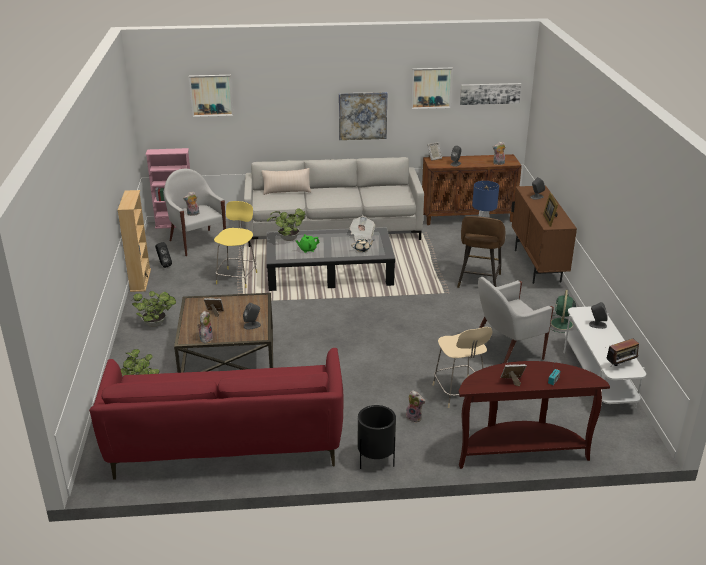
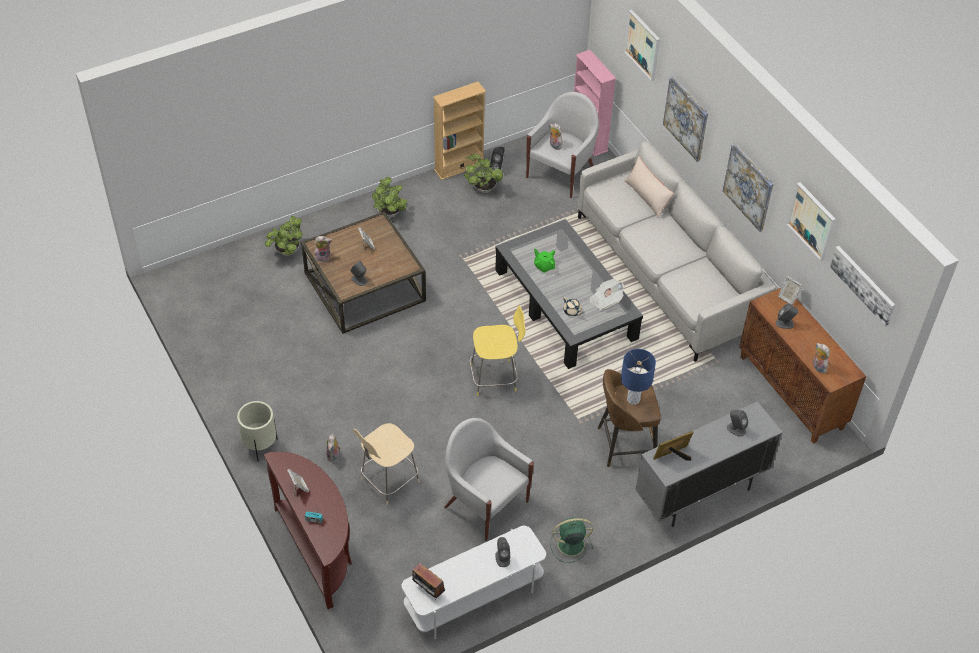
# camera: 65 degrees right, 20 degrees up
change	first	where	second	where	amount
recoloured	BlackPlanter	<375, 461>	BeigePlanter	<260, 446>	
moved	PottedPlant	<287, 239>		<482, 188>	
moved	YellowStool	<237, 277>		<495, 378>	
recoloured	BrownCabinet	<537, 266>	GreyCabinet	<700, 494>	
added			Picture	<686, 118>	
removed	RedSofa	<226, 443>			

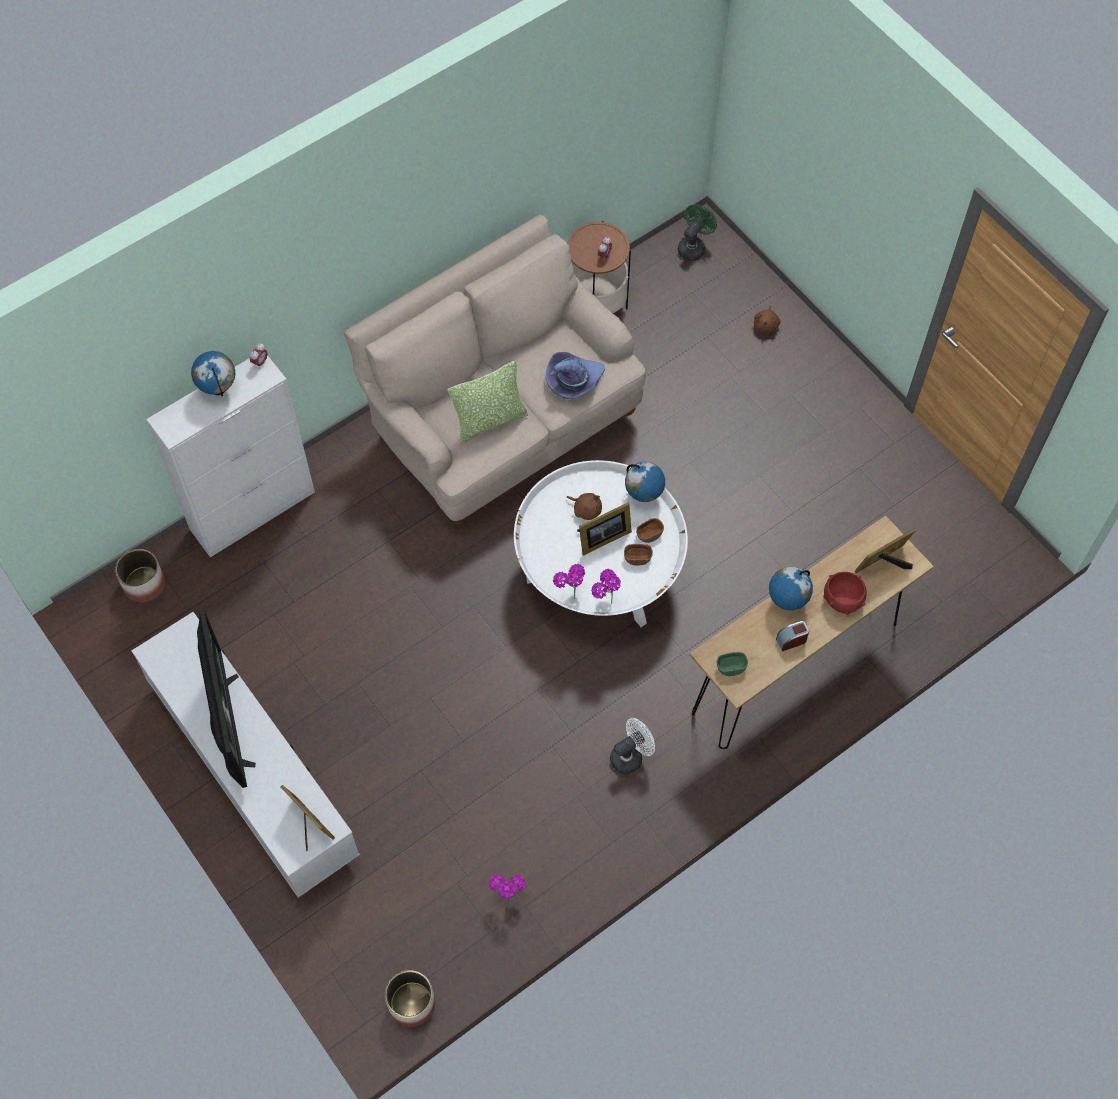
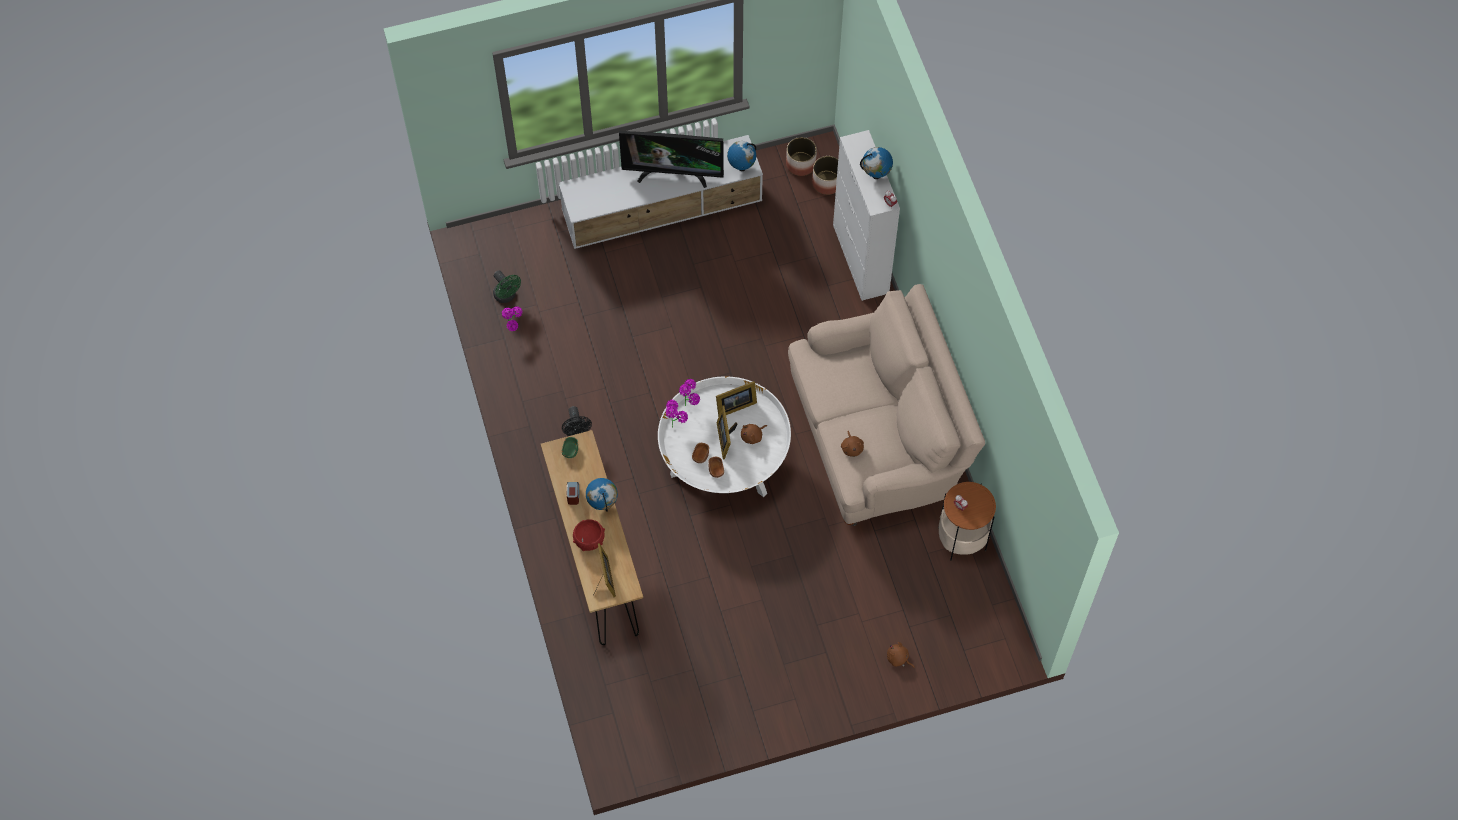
# camera: 110 degrees right, 0 degrees up
change	first	where	second	where	amount
moved	GreenFan	<693, 246>		<507, 296>	
recoloured	WhiteFan	<630, 756>	BlackFan	<577, 433>	
moved	PictureFrame	<309, 824>		<734, 406>	
moved	Globe	<643, 496>		<741, 167>	
moved	Planter	<411, 1004>		<800, 164>	
replaced	PurpleHat	<573, 380>	BrownPlushToy	<852, 448>	
removed	Pillow	<489, 421>			

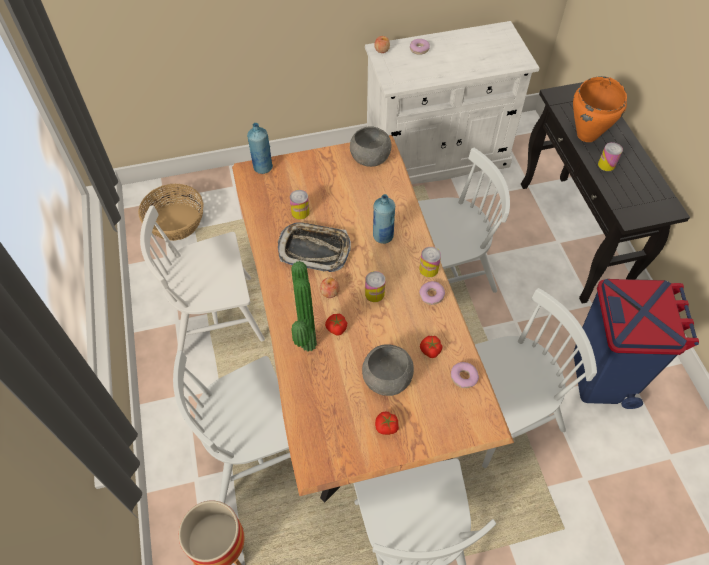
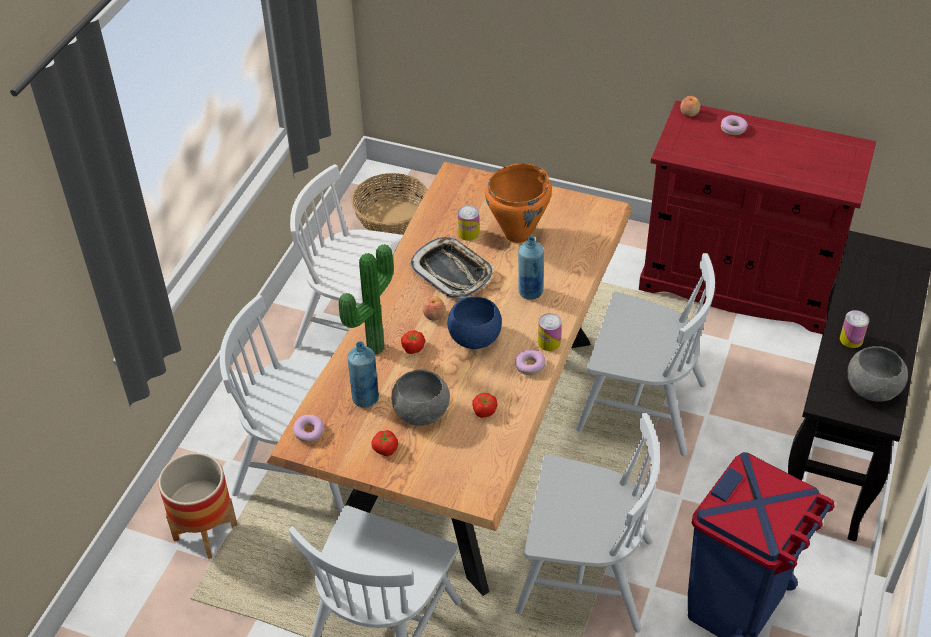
# camera: 35 degrees right, 10 degrees down
change	first	where	second	where	amount
moved	Donut	<463, 377>		<309, 432>	
moved	BlueBottle	<263, 167>		<365, 398>	
replaced	Can	<374, 294>	BlueBowl	<475, 337>	
moved	OrangeCookingPot	<587, 135>		<518, 234>	
recoloured	WhiteCabinet	<436, 157>	RedCabinet	<739, 282>	
moved	GreyBowl	<370, 158>		<873, 389>	

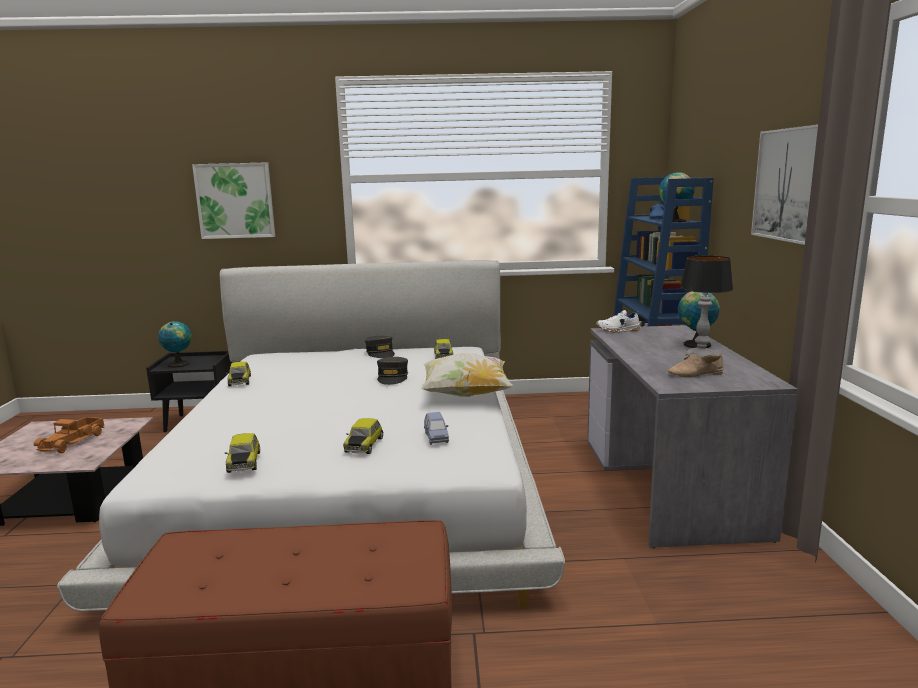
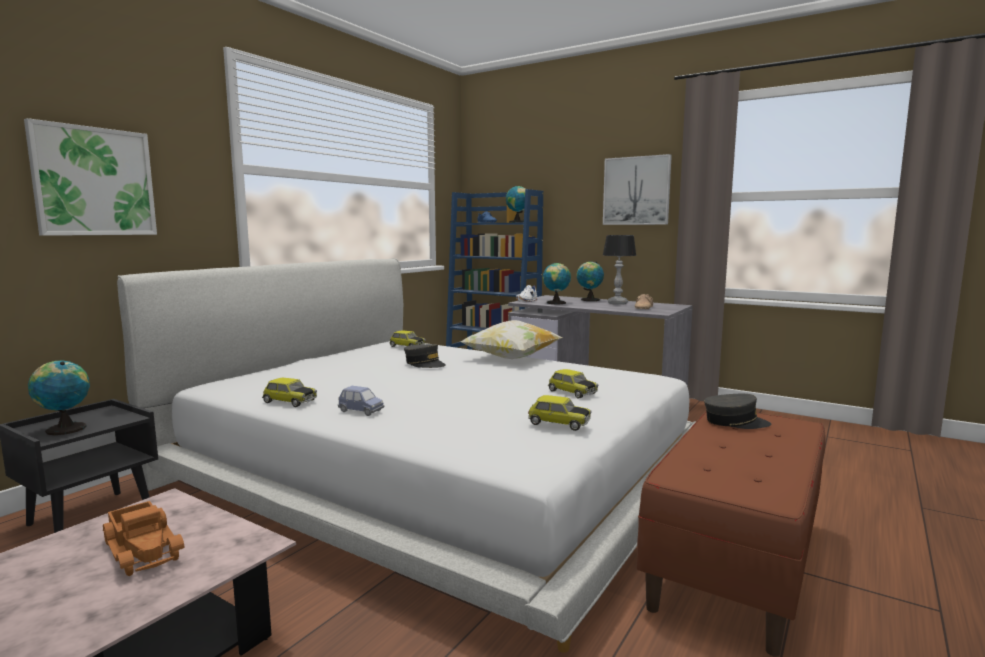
# camera: 55 degrees left, 5 degrees down
change	first	where	second	where	amount
moved	BlueToyCar	<436, 438>		<361, 411>	
added			Globe	<556, 303>	
moved	GreyCap	<380, 353>		<735, 422>	

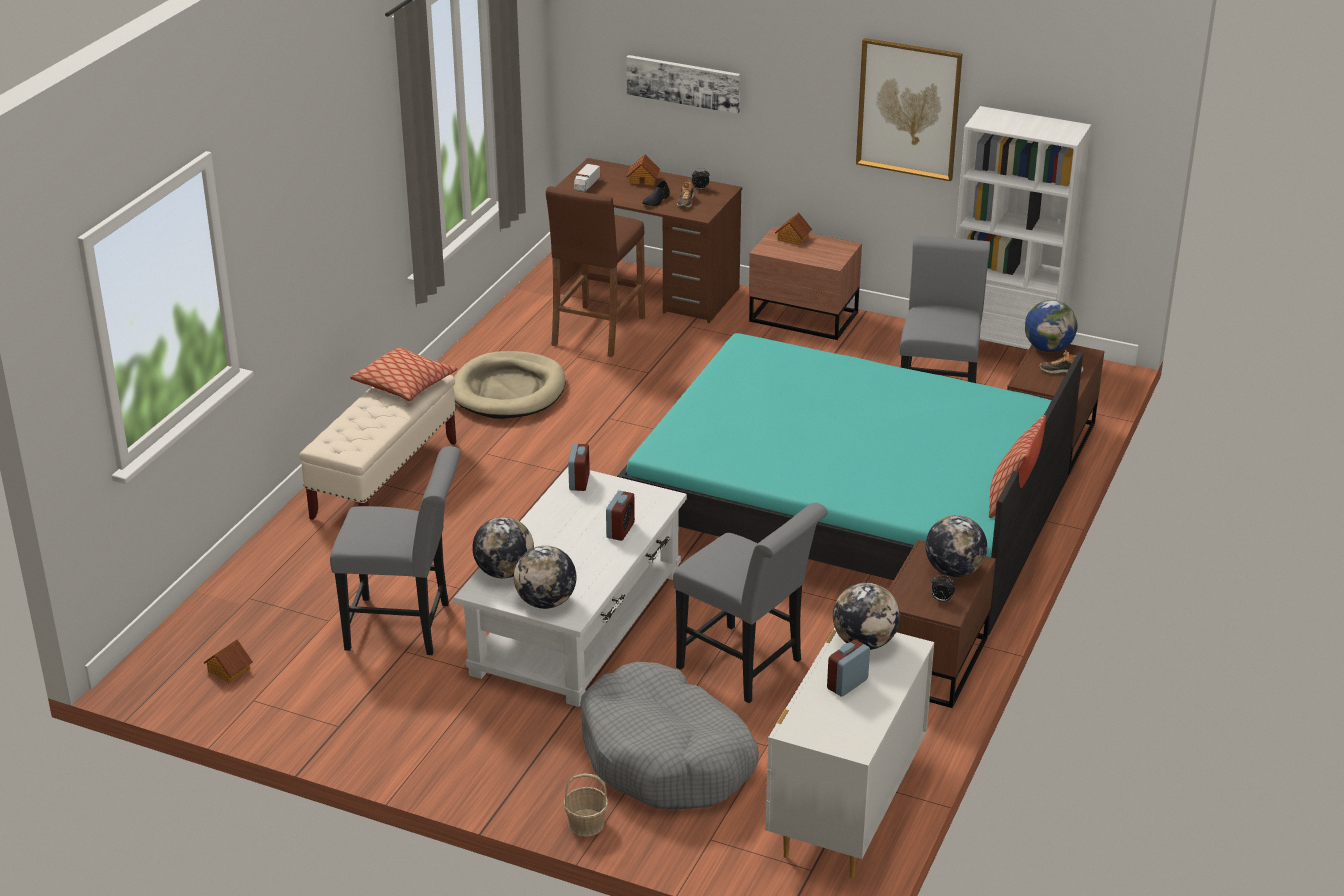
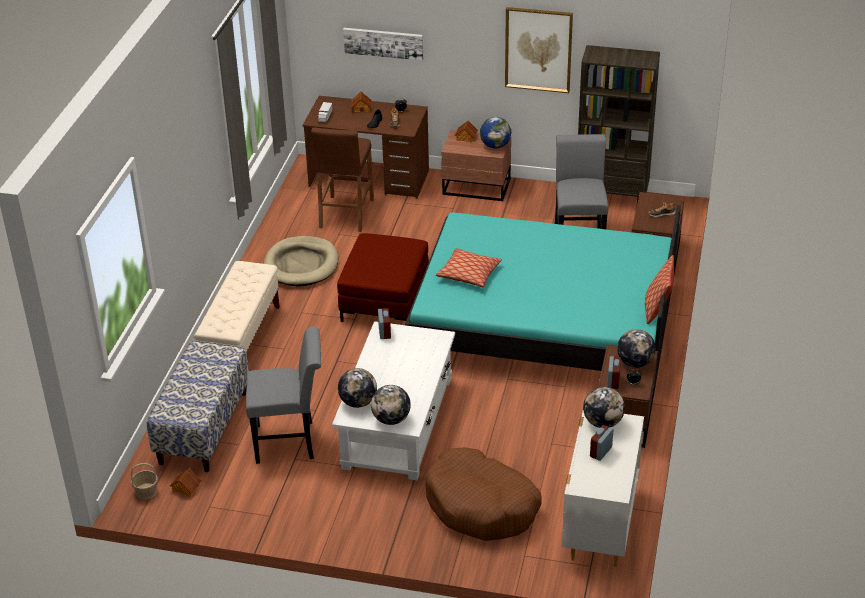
# camera: 10 degrees left, 5 degrees up
change	first	where	second	where	amount
moved	Basket	<586, 823>		<146, 491>	
added			Bench	<203, 427>	
added			RedOttoman	<385, 301>	
recoloured	GreyDogBed	<666, 757>	BrownDogBed	<481, 506>	
moved	Pillow	<405, 384>		<469, 274>	
moved	Globe	<1048, 348>		<495, 146>	
recoloured	WhiteBookcase	<1006, 354>	BrownBookcase	<612, 198>	
moved	AlarmClock	<620, 530>		<613, 381>	
removed	GreyChair	<746, 667>			

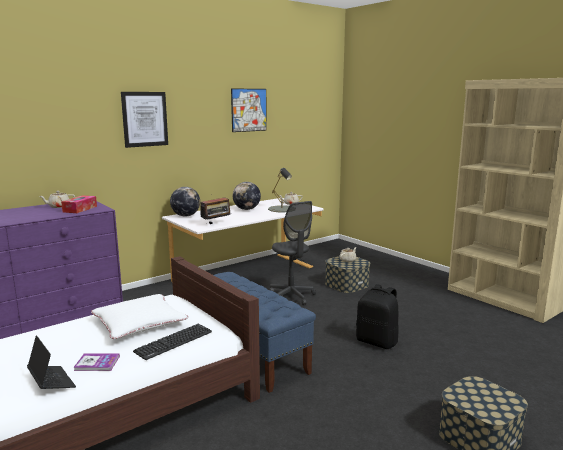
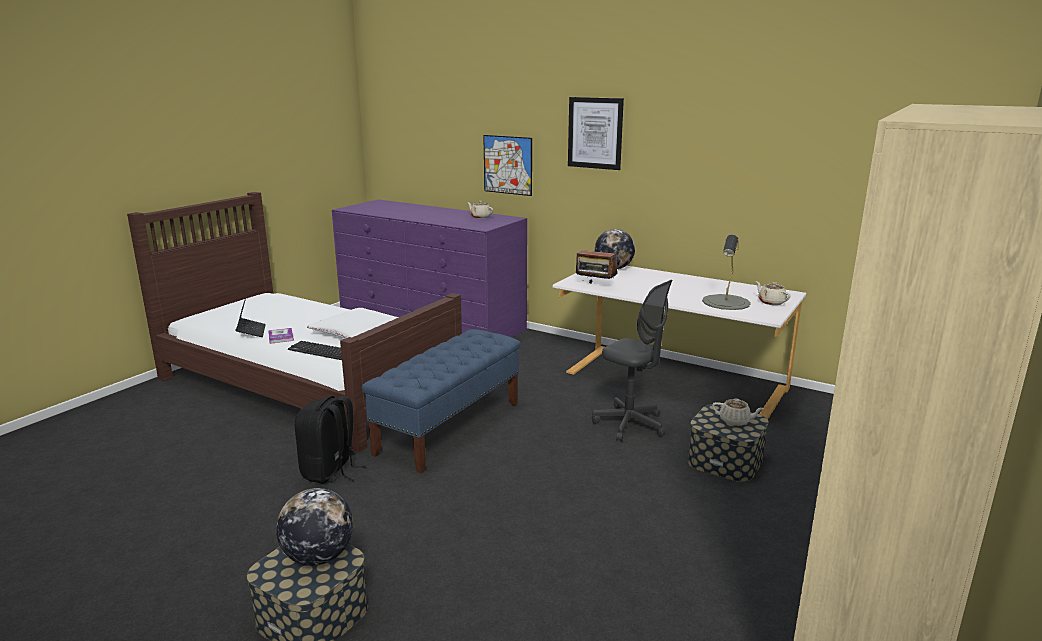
# camera: 70 degrees right, 5 degrees up
change	first	where	second	where	amount
turned	Laptop	<51, 382>		<251, 331>	45 degrees counterclockwise
moved	Globe	<246, 209>		<318, 557>	
moved	BlackBackpack	<377, 342>		<330, 471>	
moved	Picture	<249, 110>		<507, 165>	
turned	GreyOfficeChair	<291, 296>		<630, 424>	90 degrees counterclockwise
removed	TissueBox	<80, 209>			

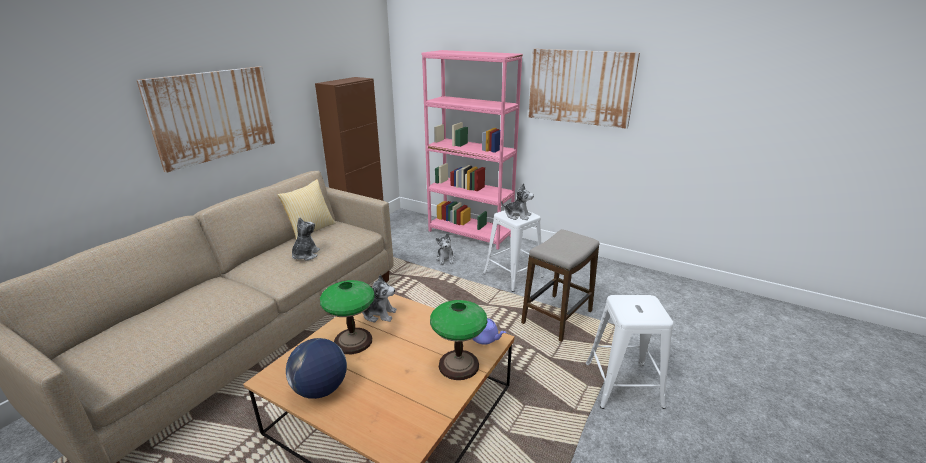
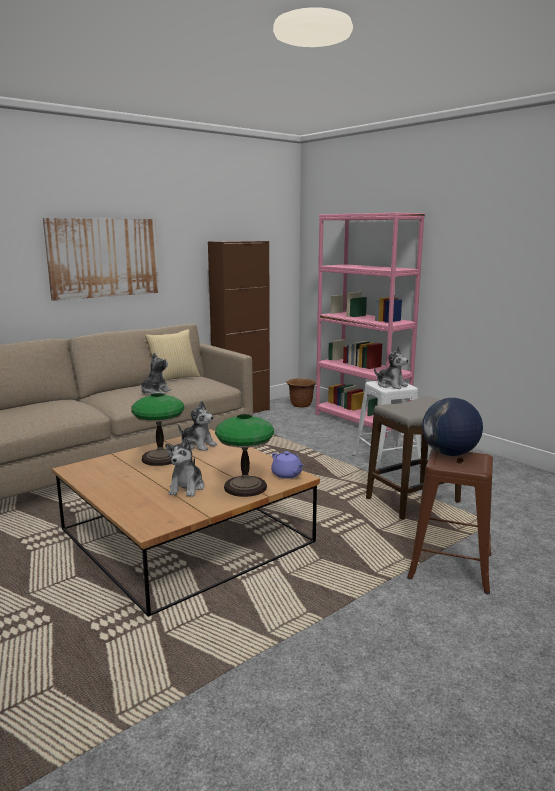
# camera: 20 degrees right, 10 degrees down
change	first	where	second	where	amount
moved	PlushToy	<445, 259>		<187, 488>	
added			BrownPlanter	<300, 405>	
recoloured	WhiteStool	<623, 384>	BrownStool	<450, 566>	
moved	Globe	<320, 389>		<449, 454>	
removed	Picture	<580, 87>			

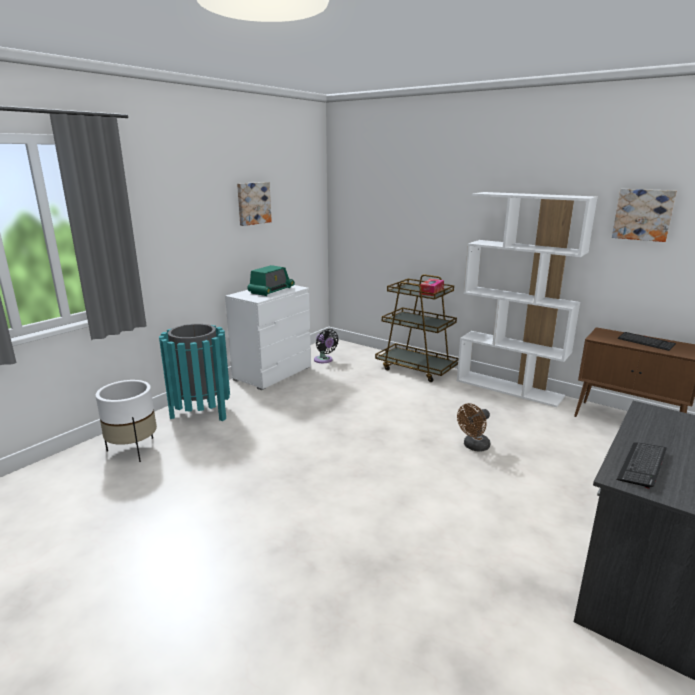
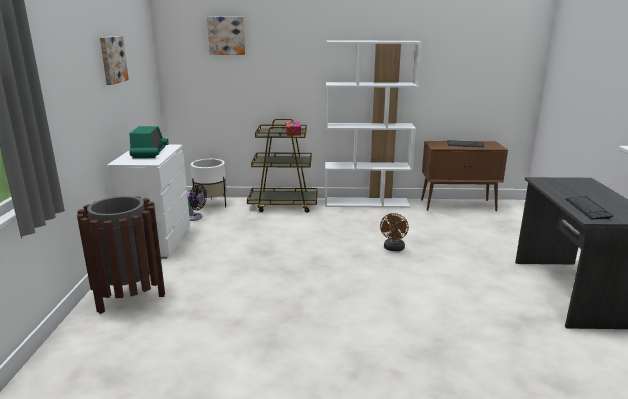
# camera: 35 degrees left, 0 degrees up
change	first	where	second	where	amount
recoloured	TurquoiseTrashCan	<201, 413>	BrownTrashCan	<130, 297>	
moved	WhitePlanter	<133, 450>		<211, 205>	
moved	Picture	<643, 214>		<226, 35>	

